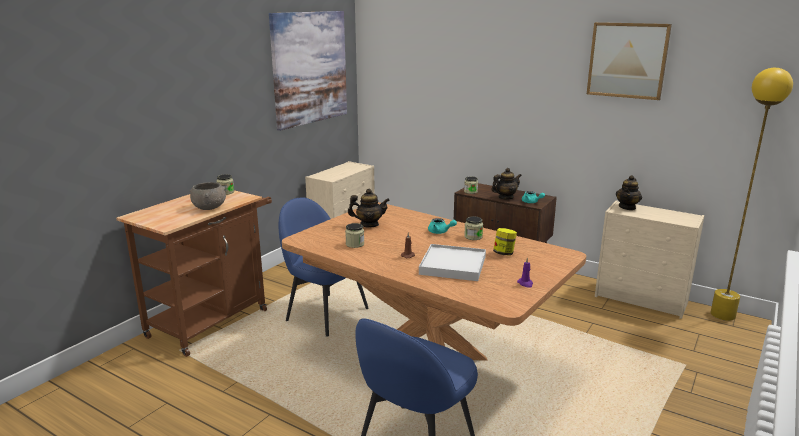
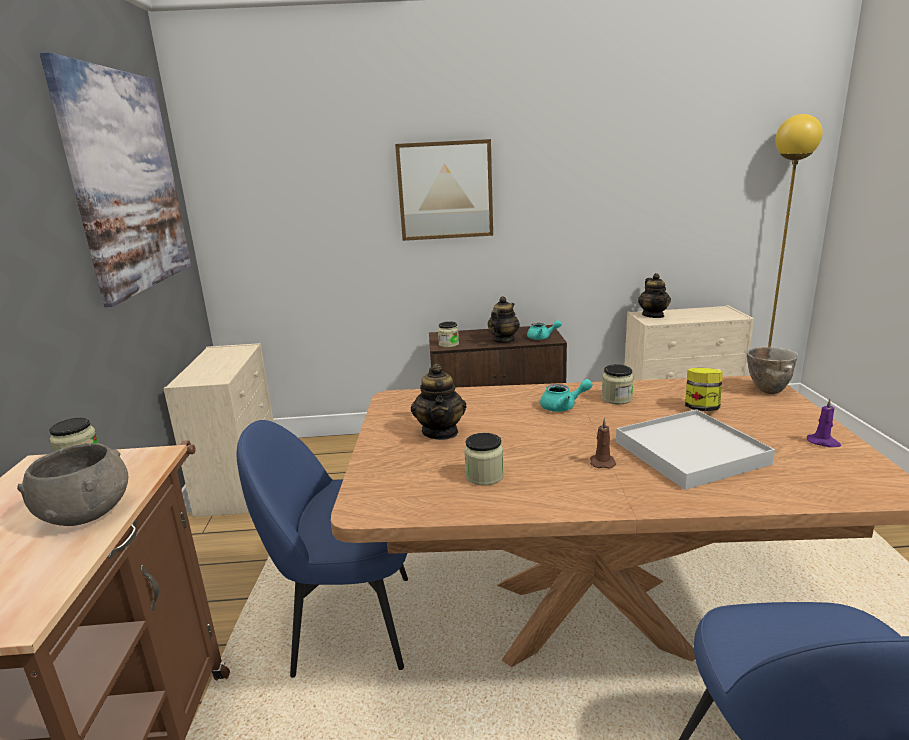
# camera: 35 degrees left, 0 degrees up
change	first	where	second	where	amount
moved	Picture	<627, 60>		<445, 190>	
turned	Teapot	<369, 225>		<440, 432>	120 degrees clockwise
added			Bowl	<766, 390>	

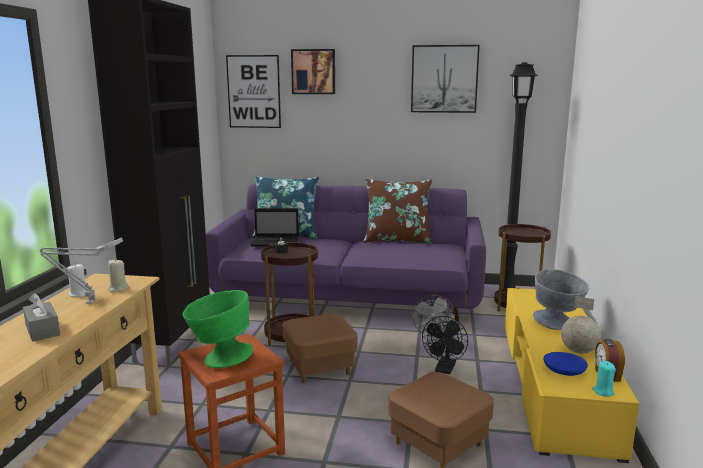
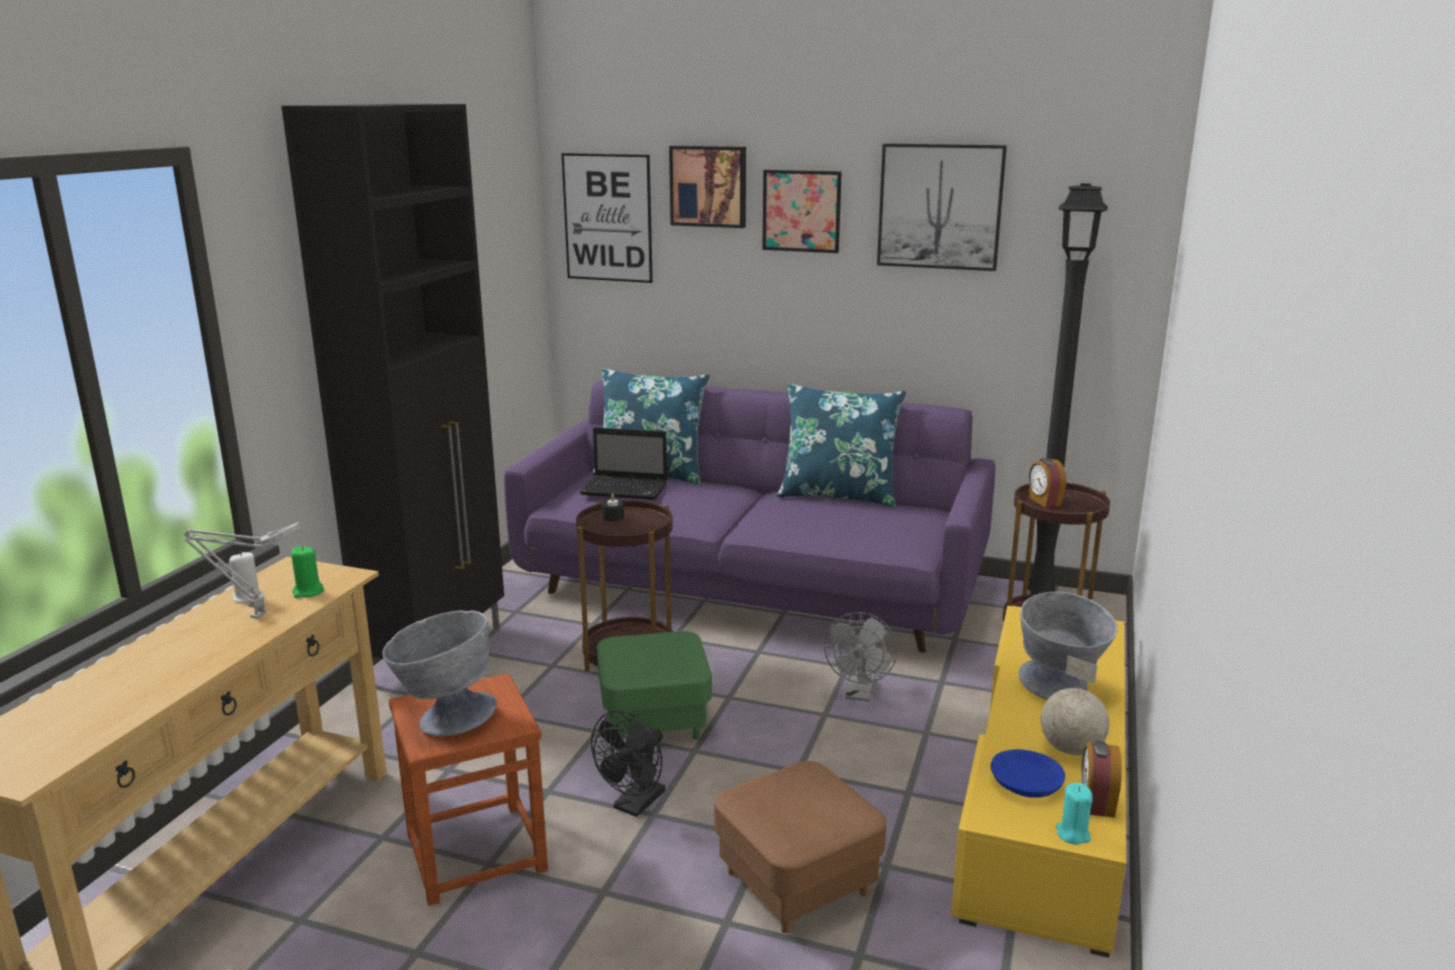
# camera: 10 degrees right, 5 degrees up
change	first	where	second	where	amount
recoloured	BeigeCandle	<118, 289>	GreenCandle	<308, 592>	
recoloured	GreenBowl	<219, 359>	GreyBowl	<444, 719>	
moved	BlackFan	<444, 369>		<635, 805>	
recoloured	BrownOttoman	<319, 367>	GreenOttoman	<654, 720>	
added			Picture	<801, 211>	
recoloured	BrownPillow	<397, 240>	BluePillow	<838, 495>	
added			AlarmClock	<1044, 501>	
removed	GreyTissueBox	<42, 330>			

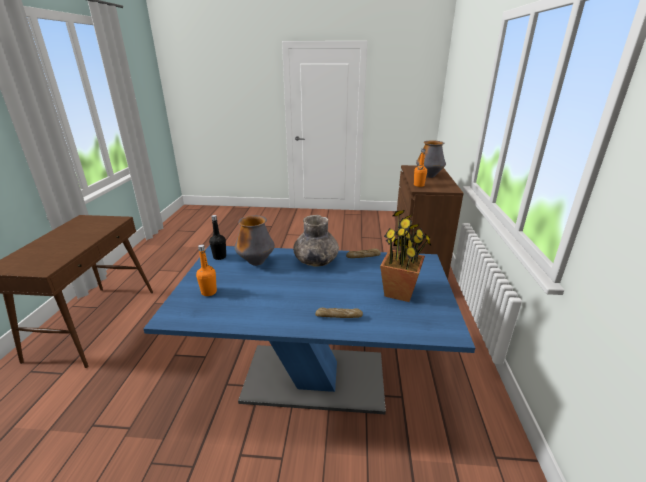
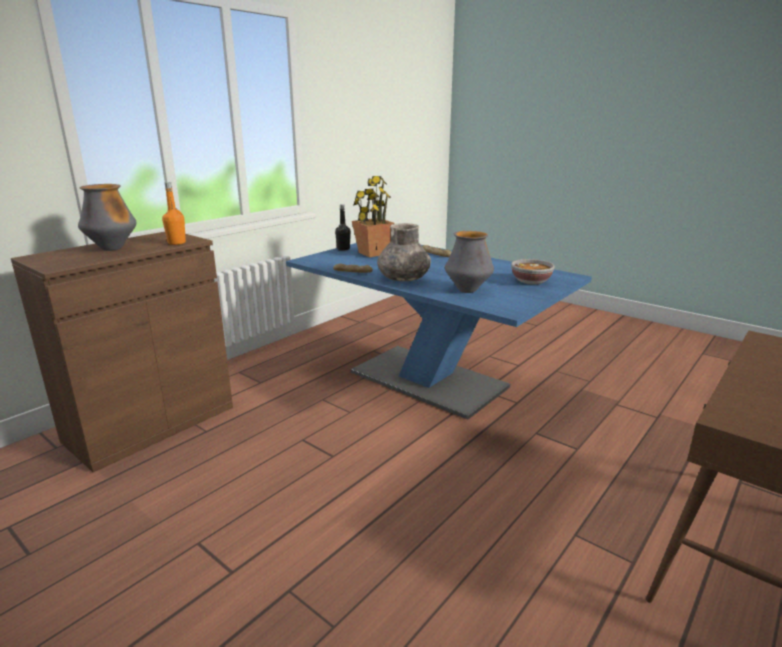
# camera: 145 degrees left, 5 degrees down
change	first	where	second	where	amount
moved	BlackBottle	<219, 257>		<343, 249>	
replaced	OrangeBottle	<209, 292>	Bowl	<531, 282>	

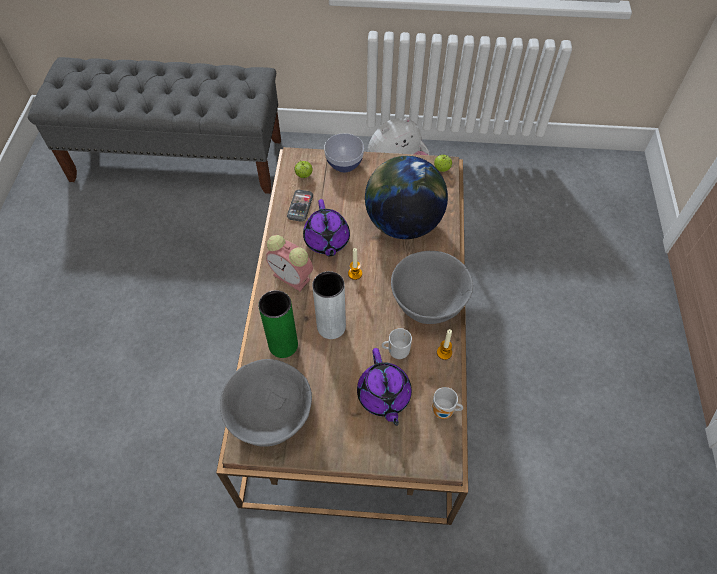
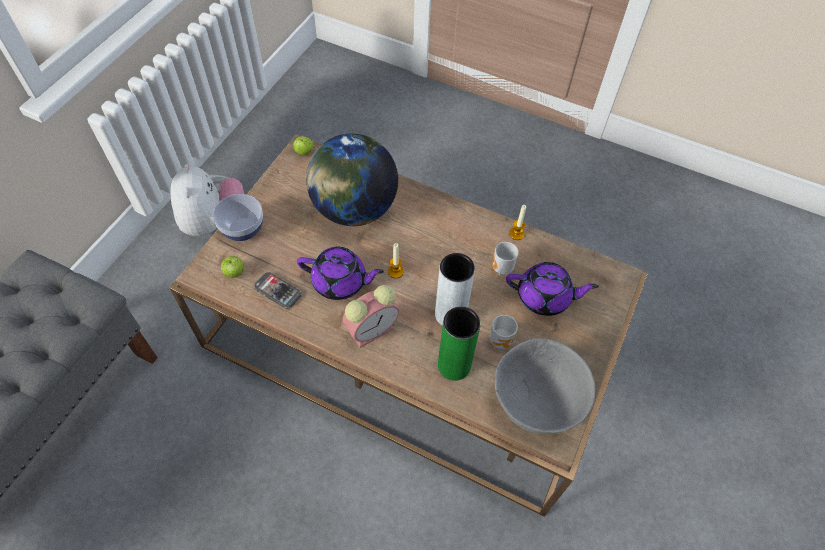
# camera: 70 degrees left, 0 degrees up
change	first	where	second	where	amount
moved	Mug	<443, 412>		<502, 340>	
removed	GreyBowl	<428, 306>			

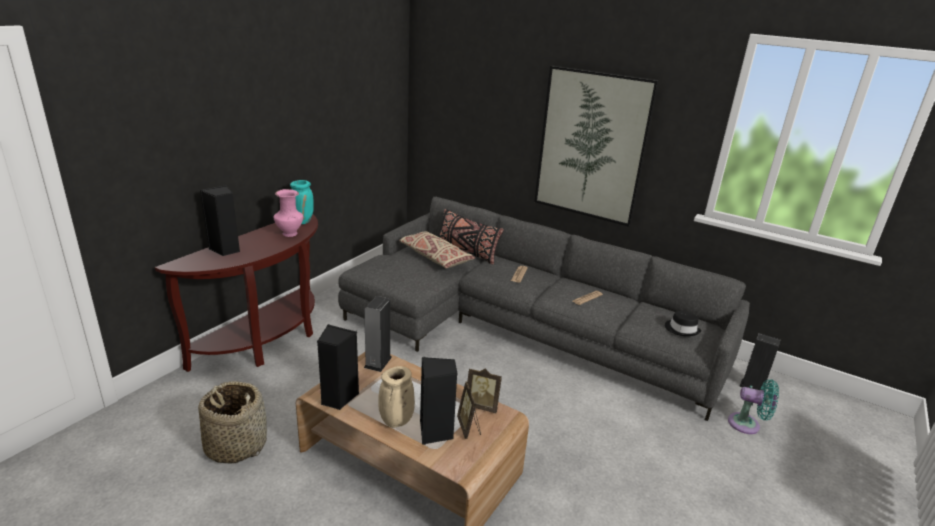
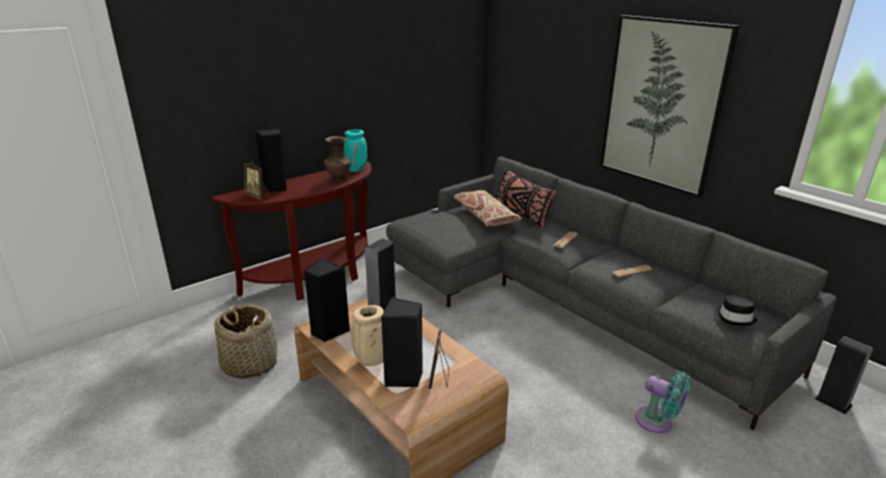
# camera: 20 degrees right, 0 degrees up
change	first	where	second	where	amount
moved	PictureFrame	<482, 406>		<258, 196>	
recoloured	PinkVase	<289, 233>	BrownVase	<338, 179>	
moved	TurquoiseFan	<747, 425>		<657, 422>	

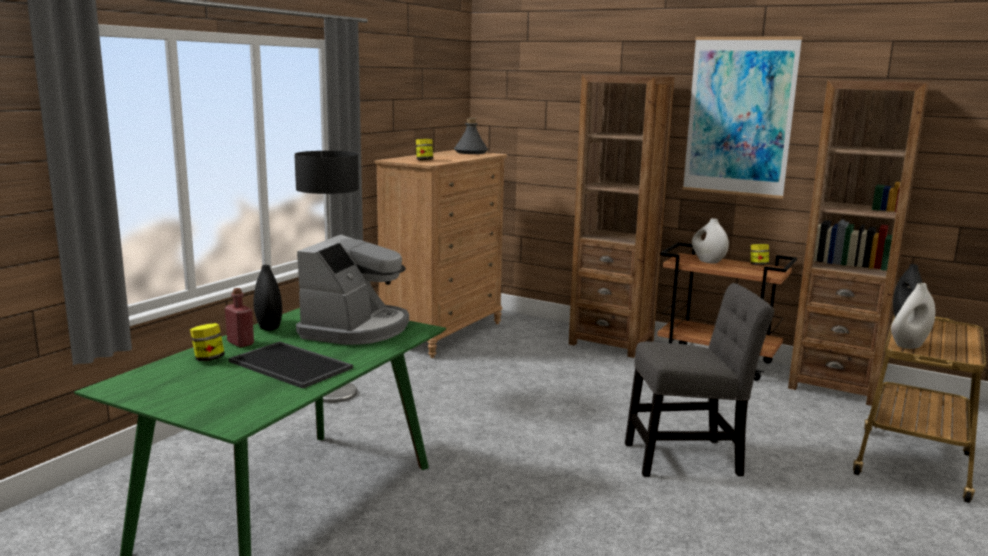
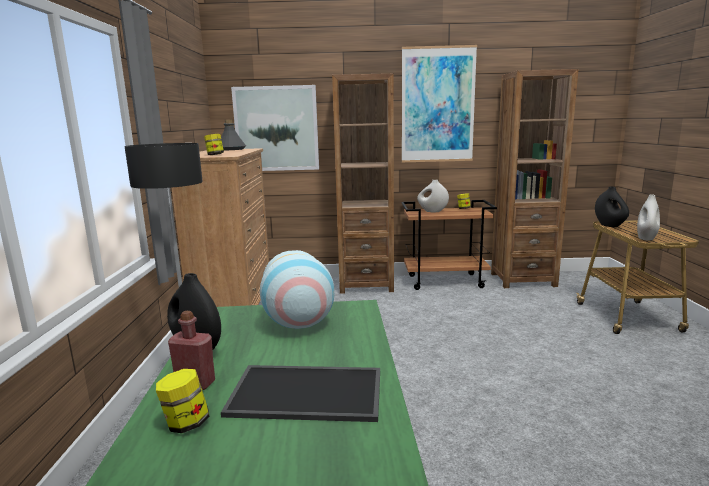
# camera: 30 degrees left, 0 degrees up
change	first	where	second	where	amount
added			Picture	<276, 129>	
replaced	CoffeeMachine	<356, 329>	Vase	<299, 324>	
removed	GreyChair	<688, 458>			

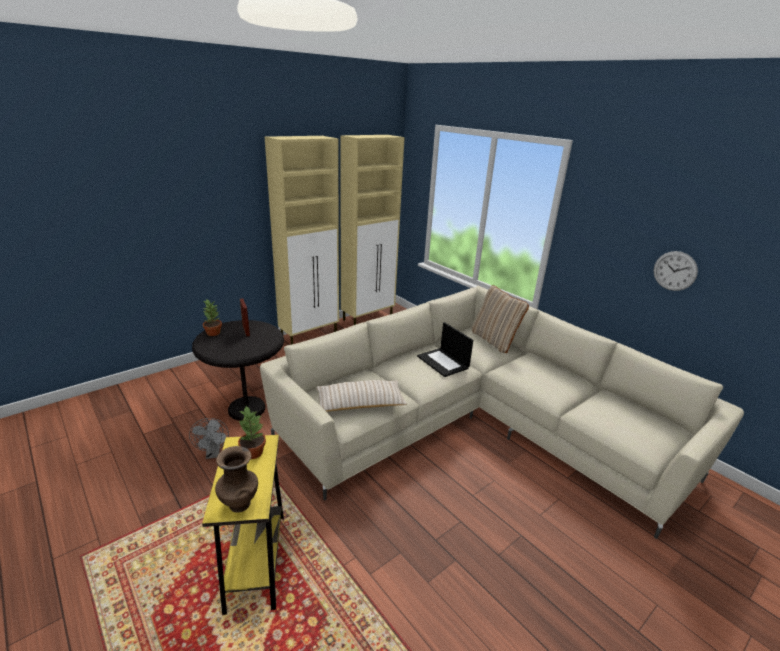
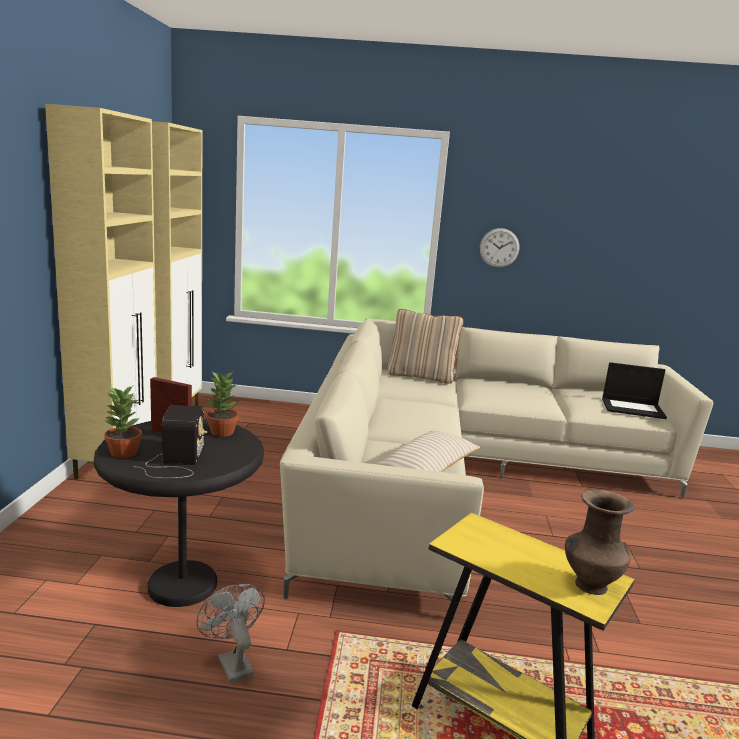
# camera: 45 degrees left, 10 degrees down
change	first	where	second	where	amount
added			Radio	<175, 462>	
turned	GreyFan	<213, 454>		<232, 662>	150 degrees counterclockwise
moved	PottedPlant	<252, 452>		<221, 432>	
moved	WallClock	<675, 271>		<499, 248>	
moved	Laptop	<443, 362>		<633, 408>	

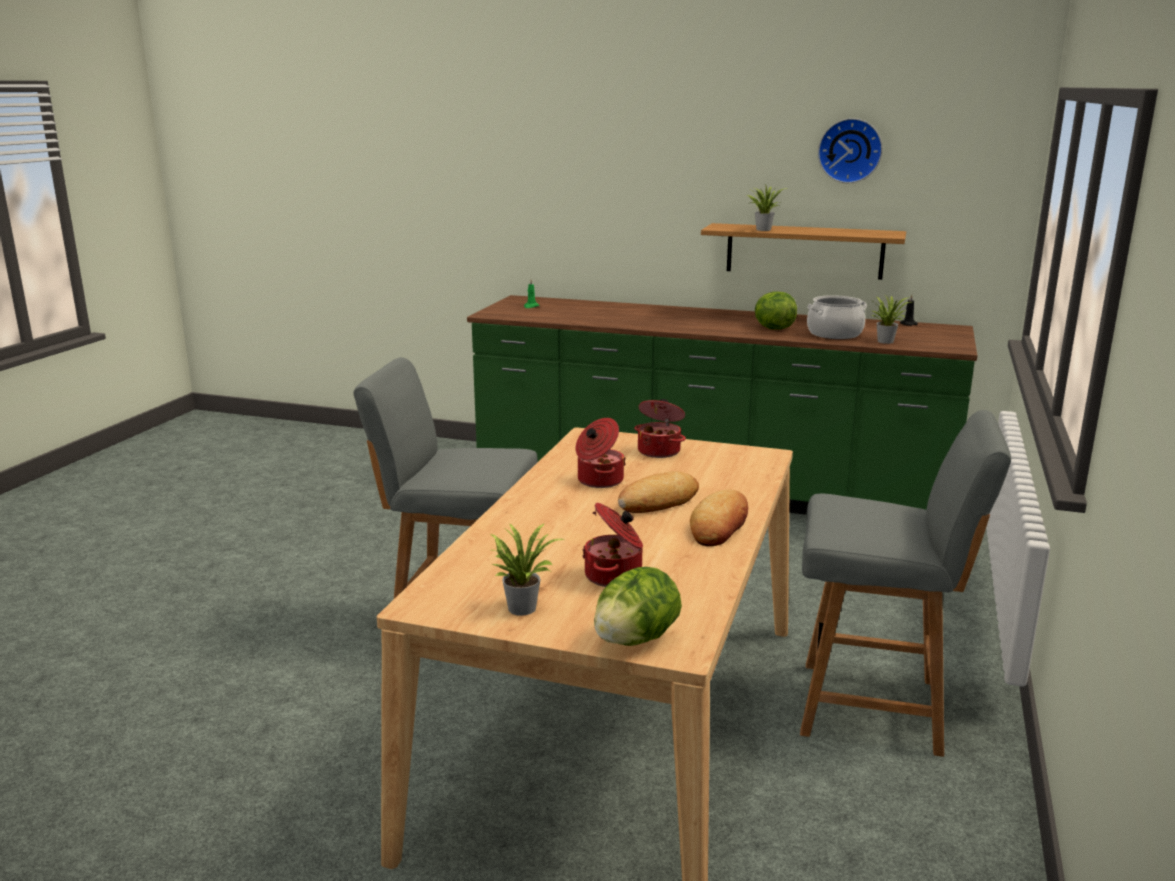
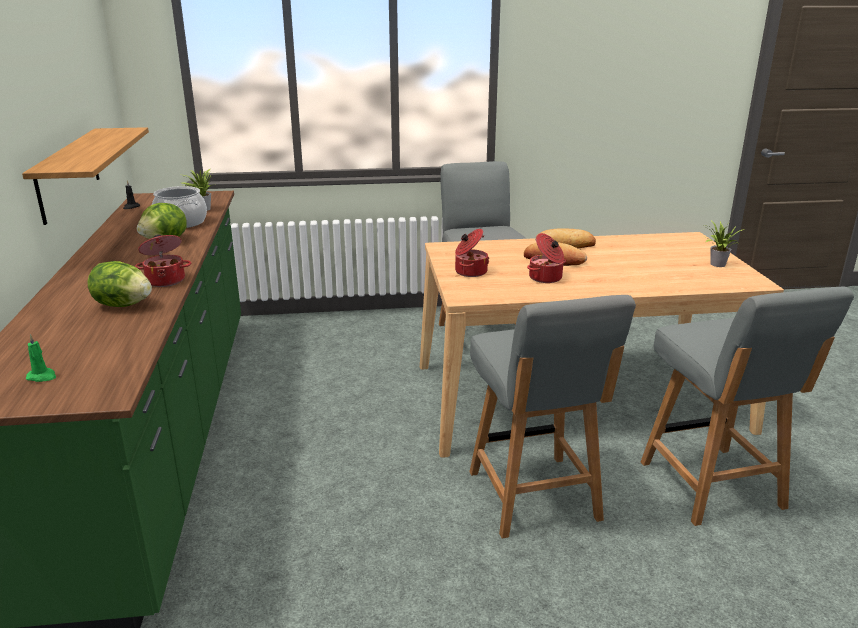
# camera: 115 degrees left, 5 degrees up
change	first	where	second	where	amount
moved	Lettuce	<635, 639>		<123, 305>	
moved	CookingPot	<615, 576>		<166, 280>	
added			GreyChair	<712, 487>	
removed	PottedPlant	<762, 229>			
removed	WallClock	<850, 150>			

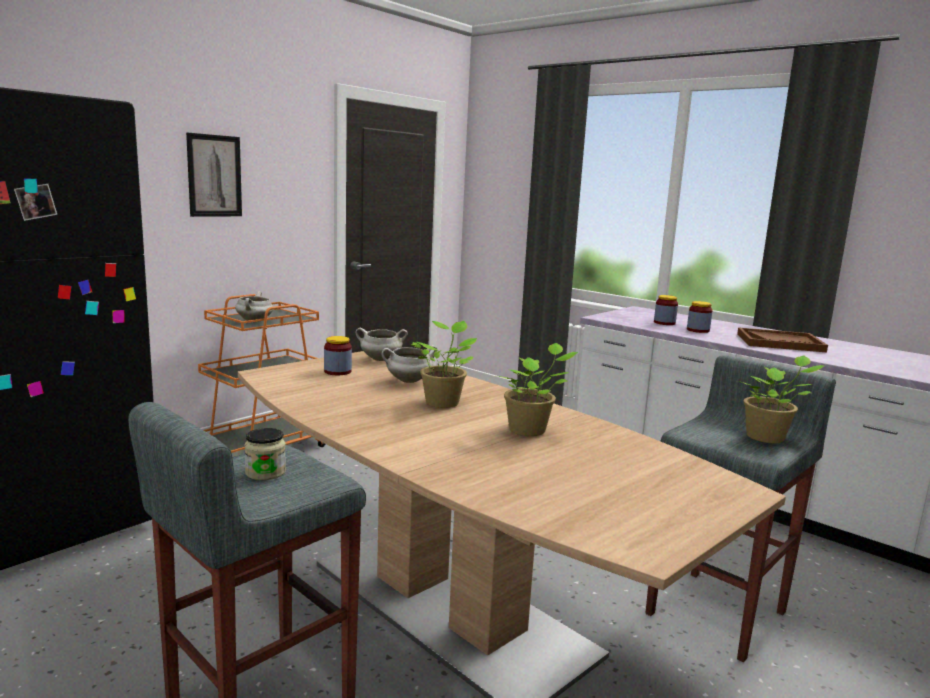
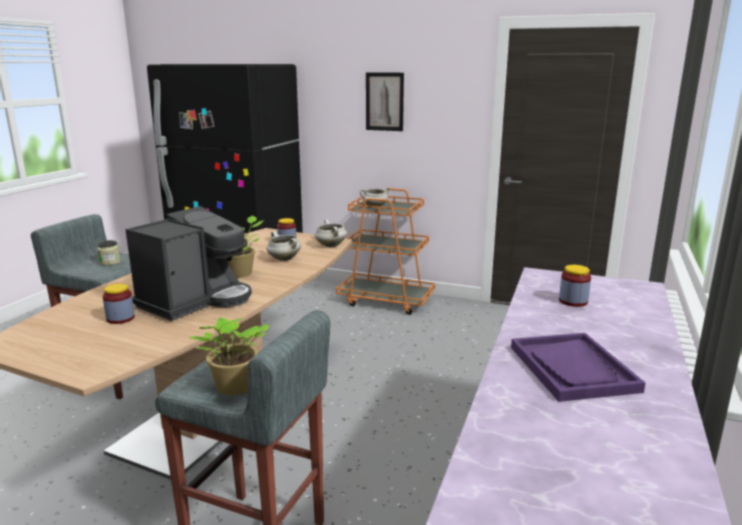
# camera: 70 degrees right, 5 degrees up
change	first	where	second	where	amount
moved	Jar	<698, 330>		<120, 318>	
replaced	PottedPlant	<530, 430>	CoffeeMachine	<195, 300>	
recoloured	BrownTray	<780, 342>	PurpleTray	<572, 369>	

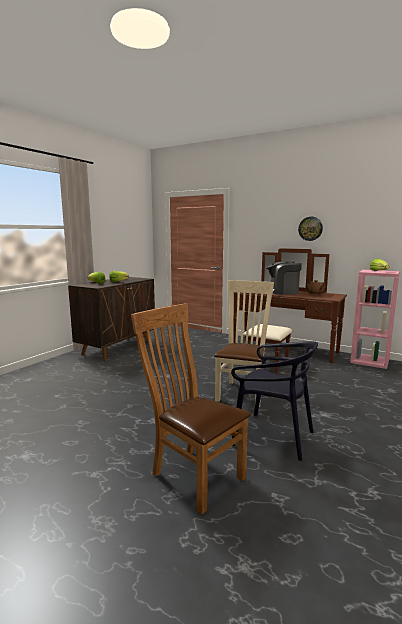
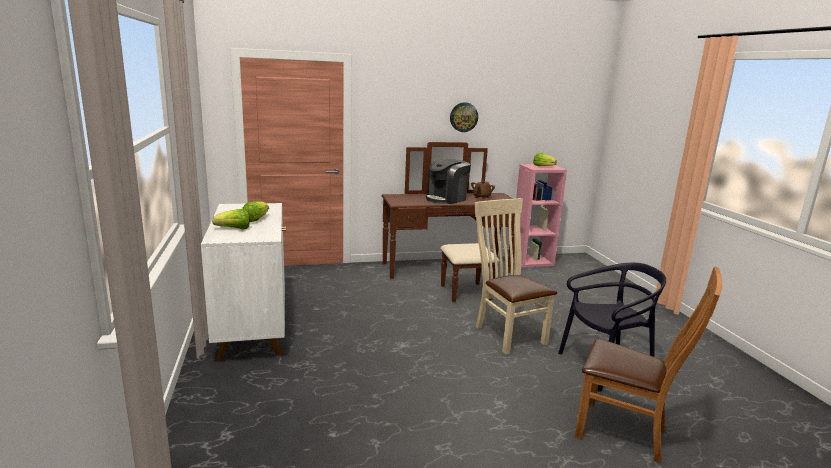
# camera: 45 degrees left, 5 degrees up
change	first	where	second	where	amount
recoloured	BrownCabinet	<117, 348>	WhiteCabinet	<253, 329>	
turned	BrownChair	<193, 474>		<627, 433>	150 degrees counterclockwise

